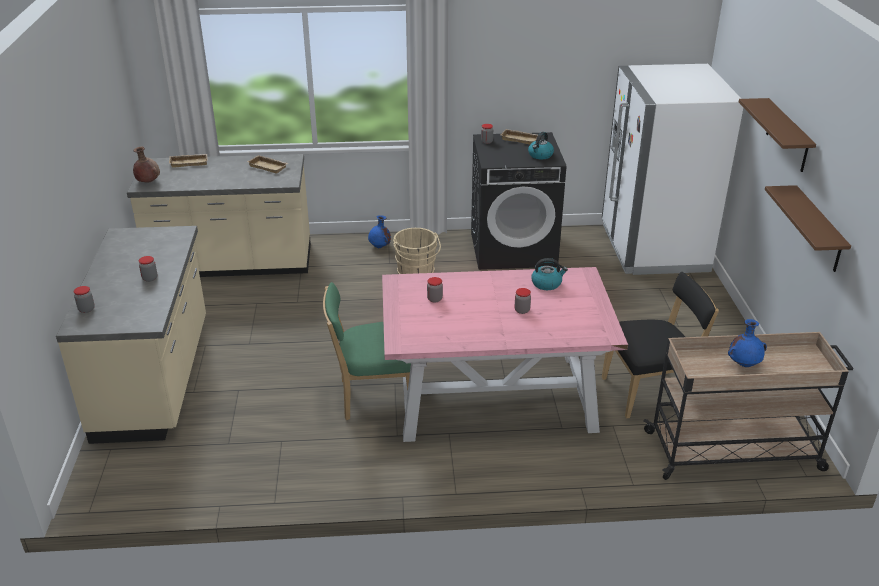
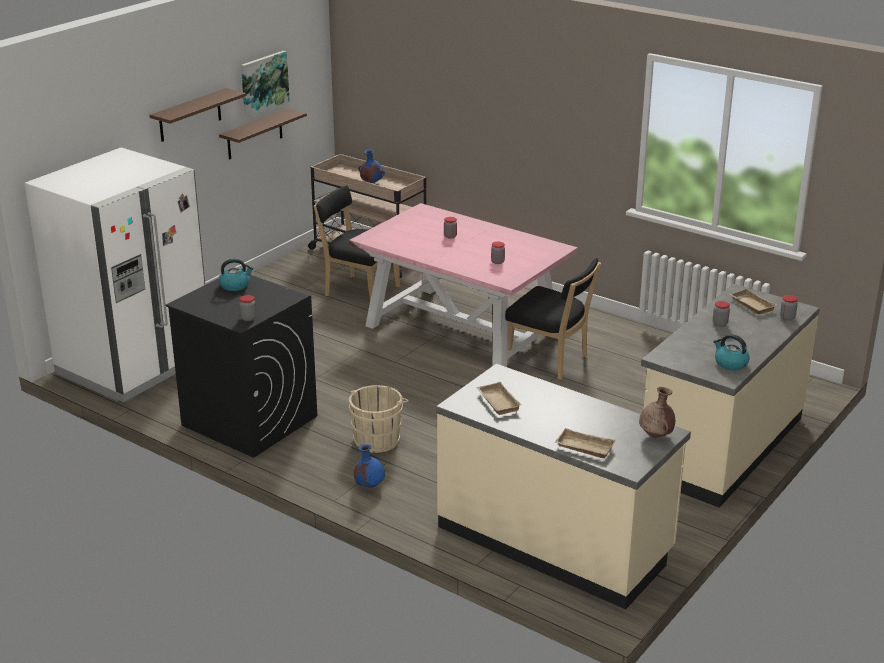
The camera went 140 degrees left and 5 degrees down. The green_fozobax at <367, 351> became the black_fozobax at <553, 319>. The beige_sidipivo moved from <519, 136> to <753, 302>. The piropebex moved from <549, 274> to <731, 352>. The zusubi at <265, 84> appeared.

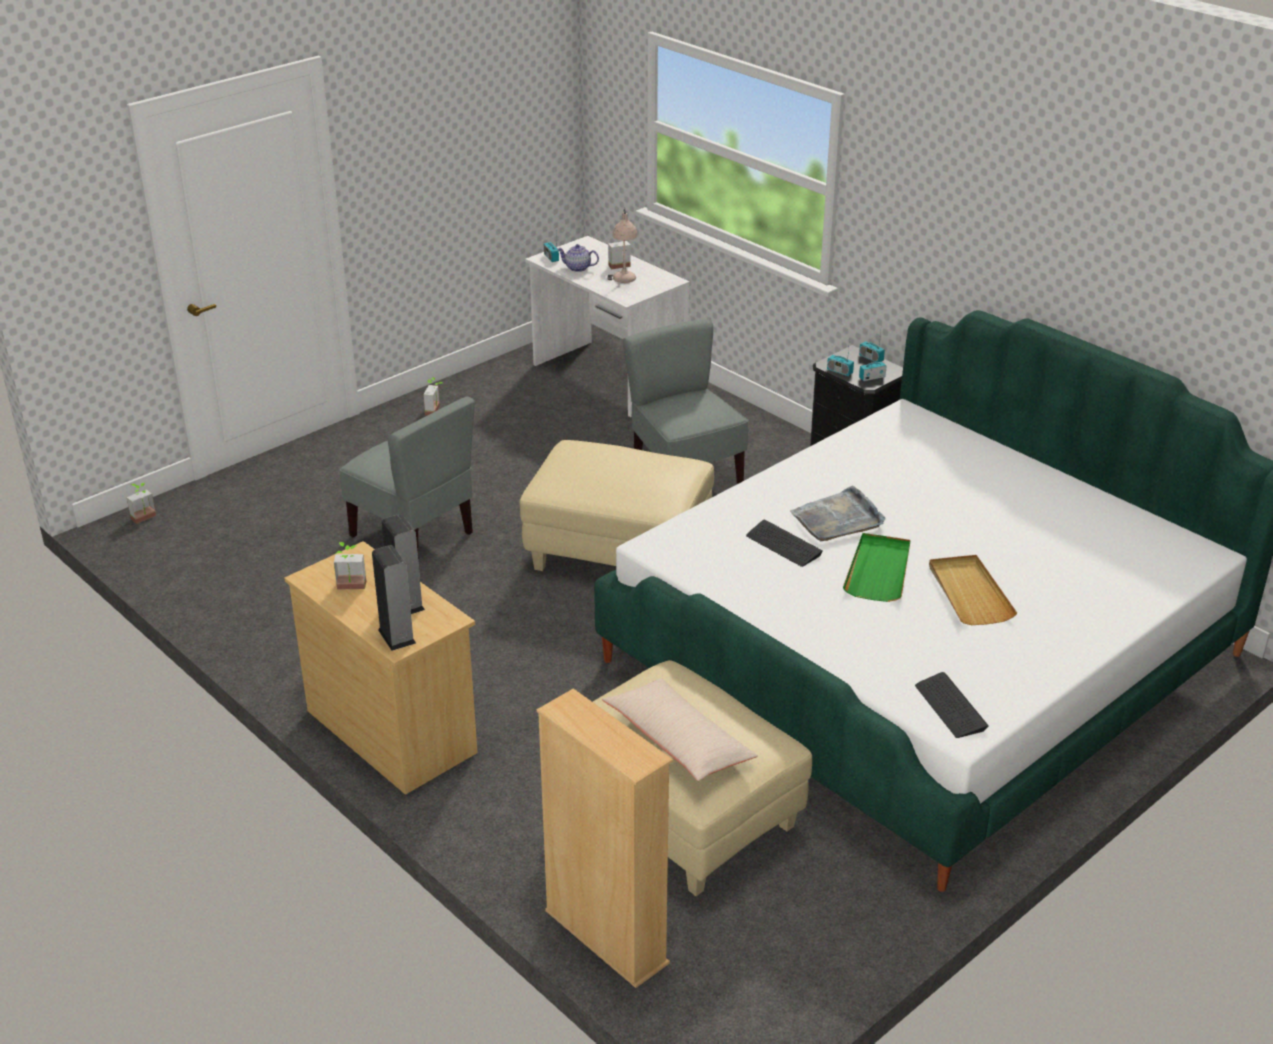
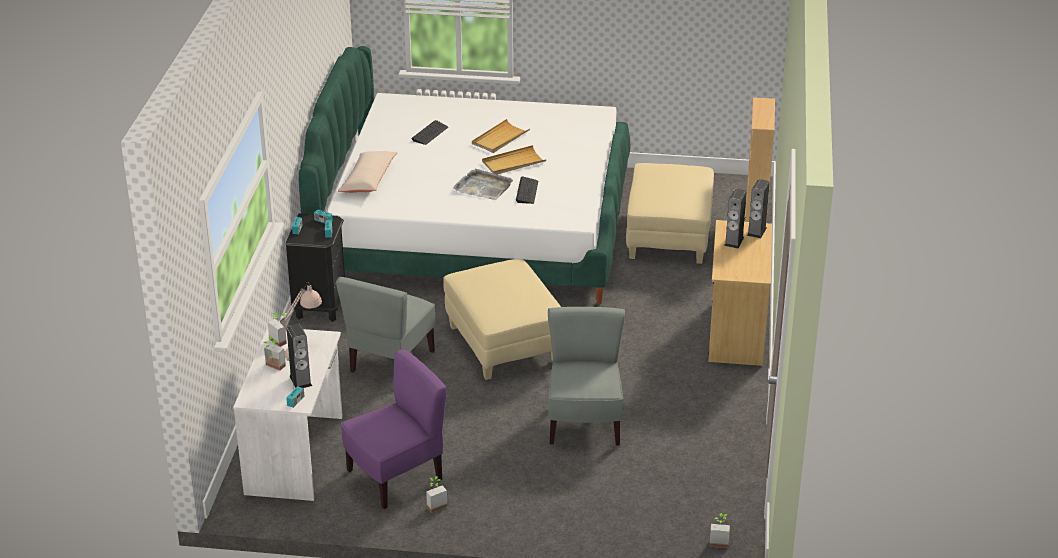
The camera went 130 degrees left and 0 degrees up. The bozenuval moved from <350, 566> to <277, 330>. The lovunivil at <578, 258> was replaced by the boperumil at <299, 355>. The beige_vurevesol moved from <680, 729> to <368, 172>. The green_sidipivo at <876, 567> became the beige_sidipivo at <514, 160>. The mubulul moved from <952, 705> to <429, 132>. The purple_fozobax at <394, 429> appeared.

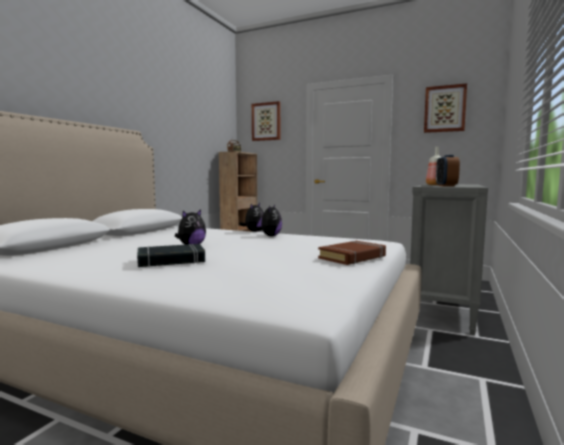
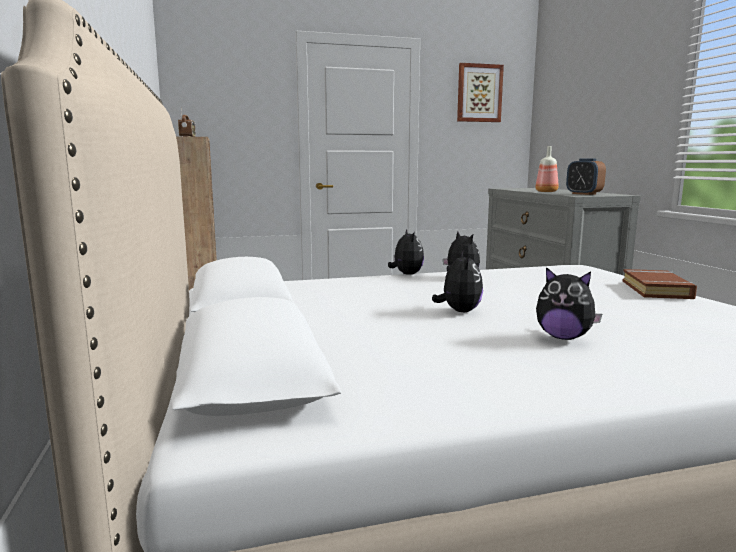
The camera went 40 degrees left and 5 degrees up. The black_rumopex at <171, 255> was replaced by the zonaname at <569, 303>. The zusubi at <266, 121> disappeared.

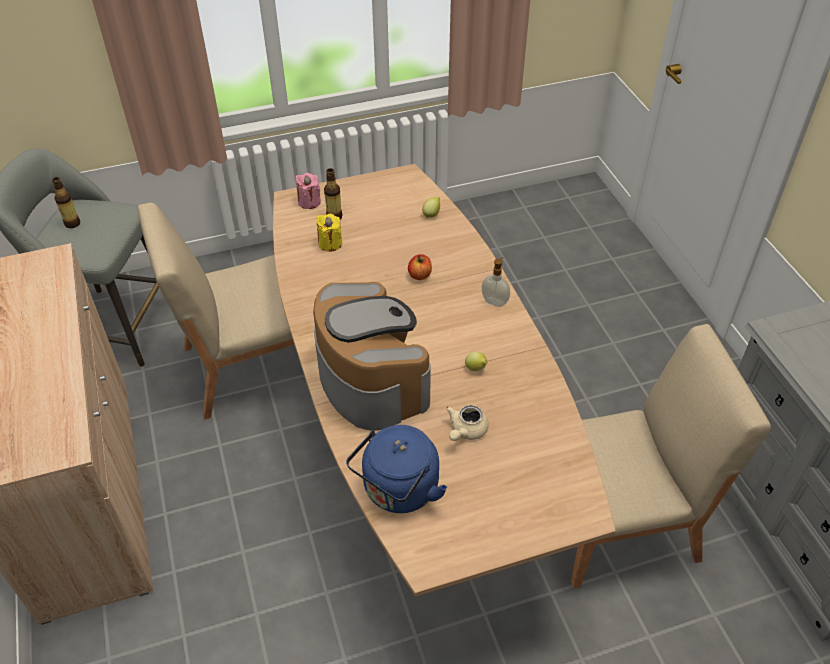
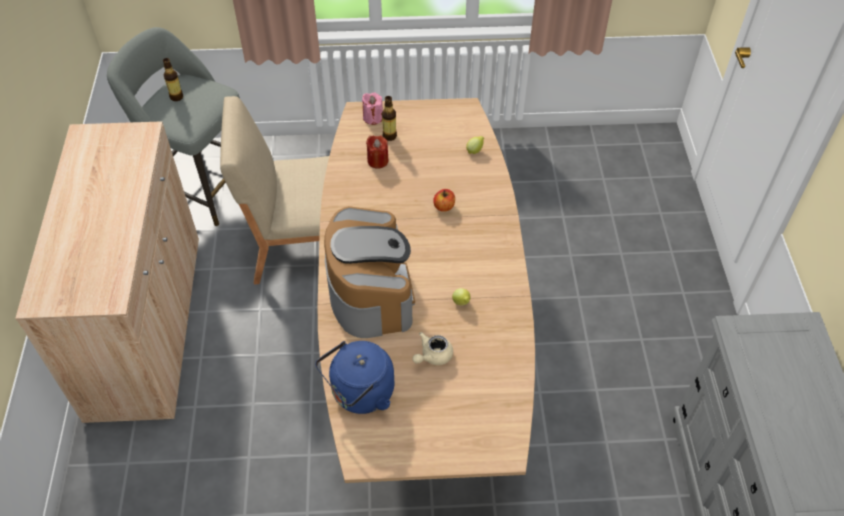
The camera went 15 degrees right and 5 degrees up. The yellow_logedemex at <329, 233> became the red_logedemex at <377, 152>. The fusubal at <495, 282> disappeared. The beige_fozobax at <671, 456> disappeared.

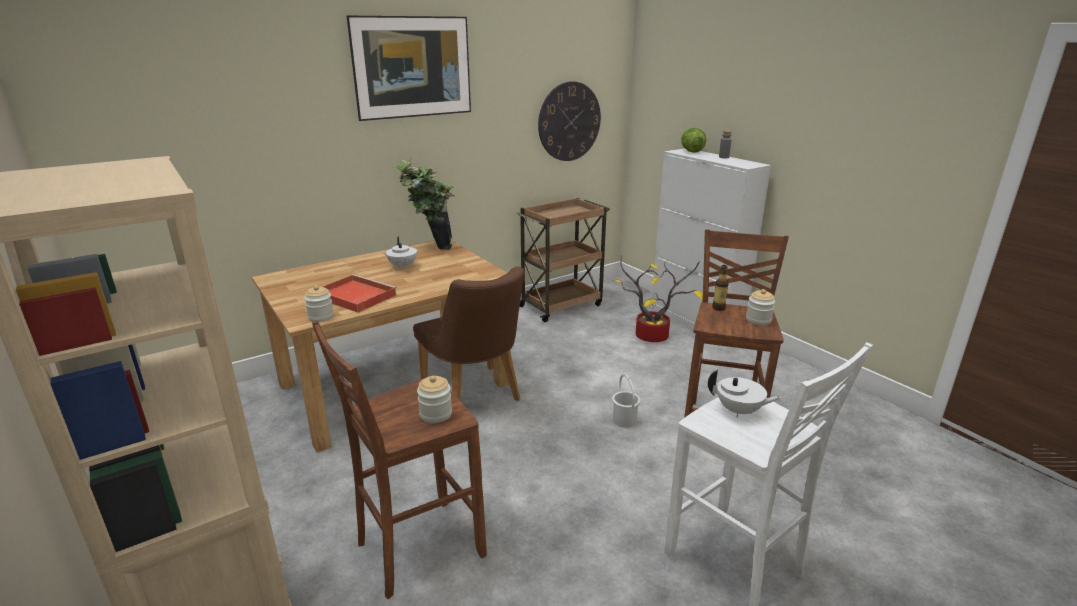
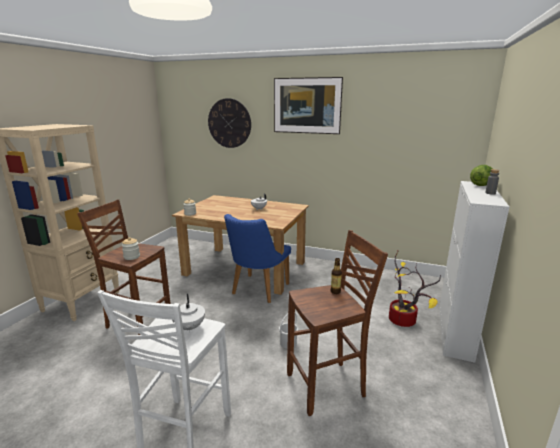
The camera went 55 degrees right and 5 degrees down. The red_sidipivo at <360, 293> disappeared. The bozenuval at <424, 203> disappeared. The brown_fozobax at <468, 333> became the blue_fozobax at <257, 258>. The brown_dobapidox at <563, 260> disappeared. The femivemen moved from <569, 121> to <229, 123>. The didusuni at <760, 307> disappeared.

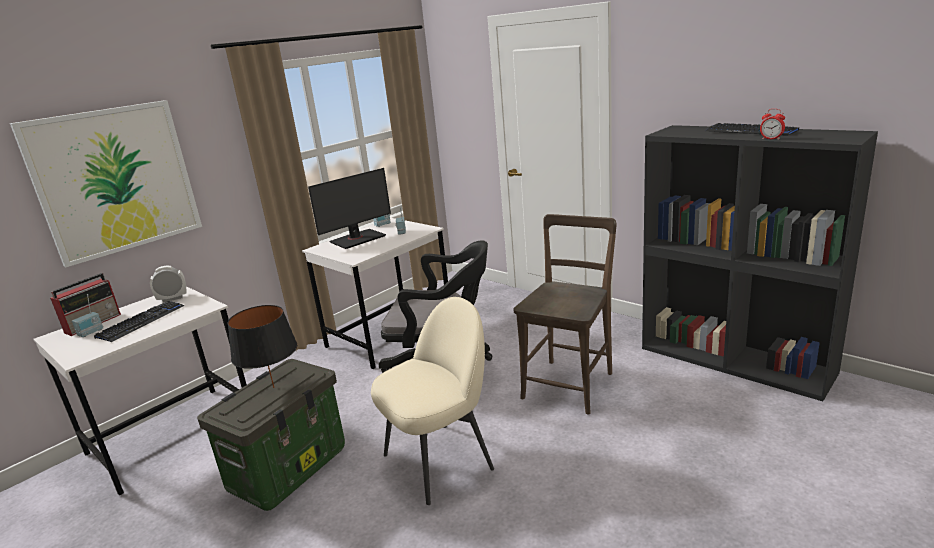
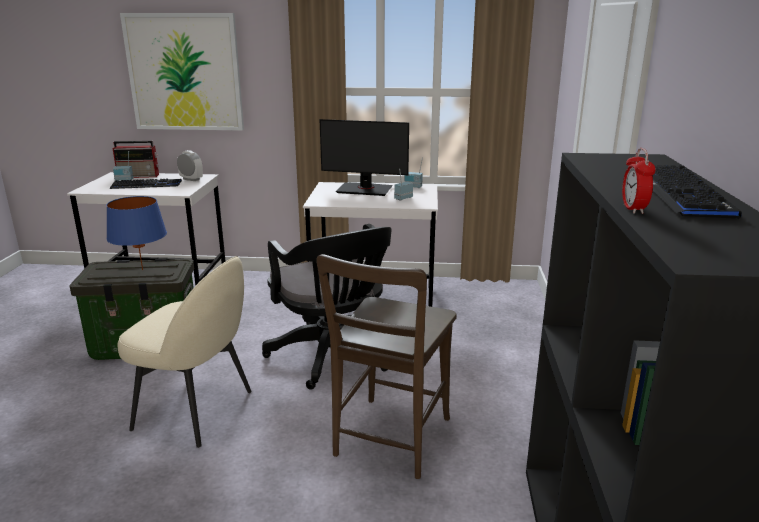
The camera went 50 degrees right and 0 degrees up. The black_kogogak at <262, 346> became the blue_kogogak at <136, 233>. The brown_fozobax at <565, 314> turned 120 degrees clockwise.

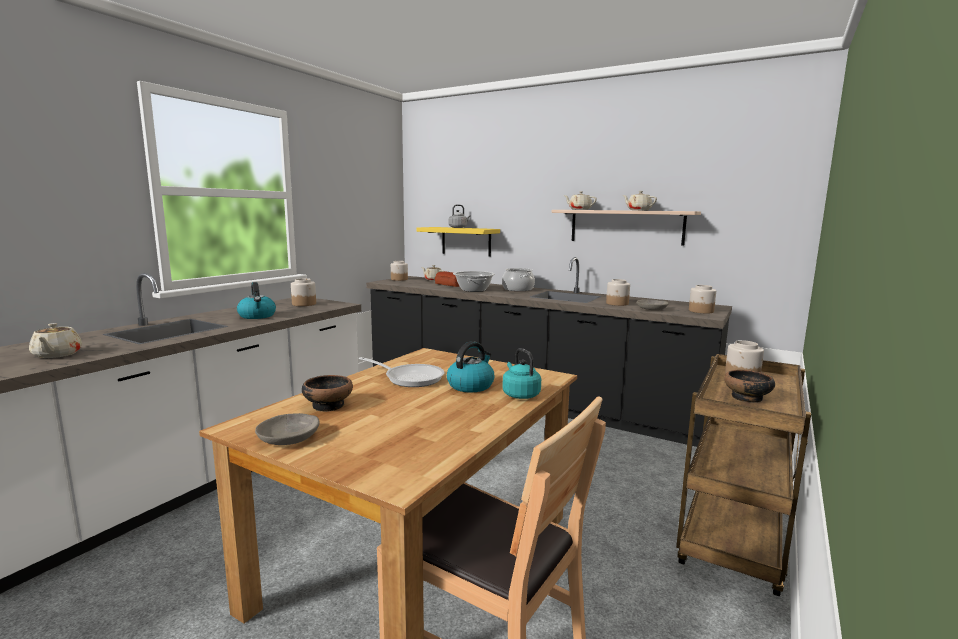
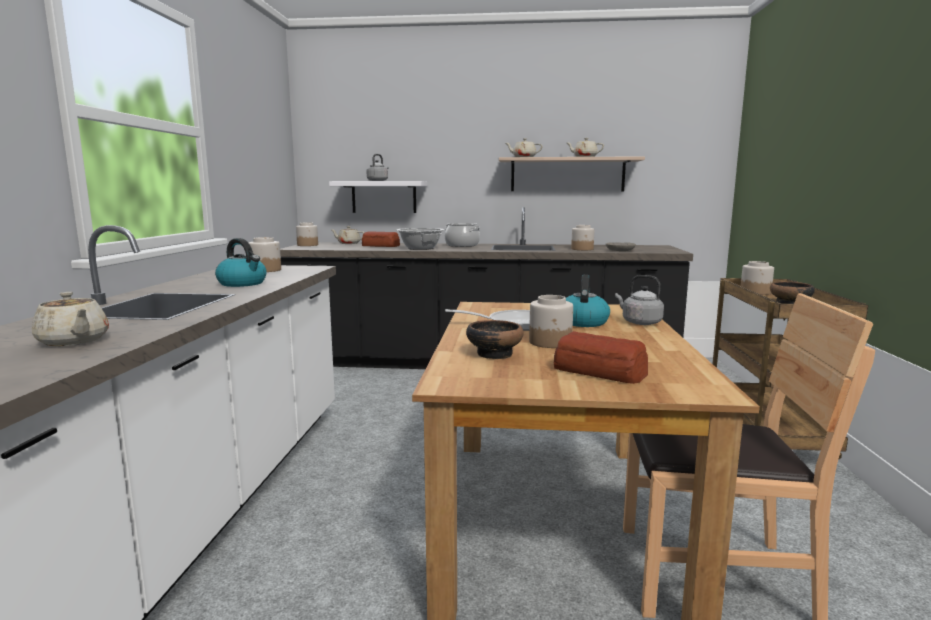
The camera went 25 degrees left and 0 degrees up. The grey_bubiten at <287, 429> disappeared. The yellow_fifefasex at <458, 242> became the white_fifefasex at <378, 197>. The turquoise_piropebex at <521, 373> became the grey_piropebex at <639, 300>. The didusuni moved from <702, 299> to <551, 321>. The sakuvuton at <601, 357> appeared.

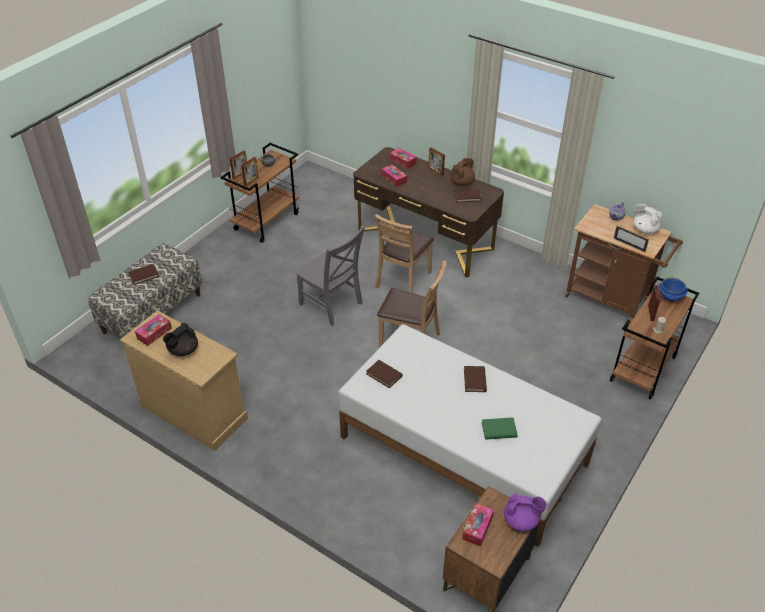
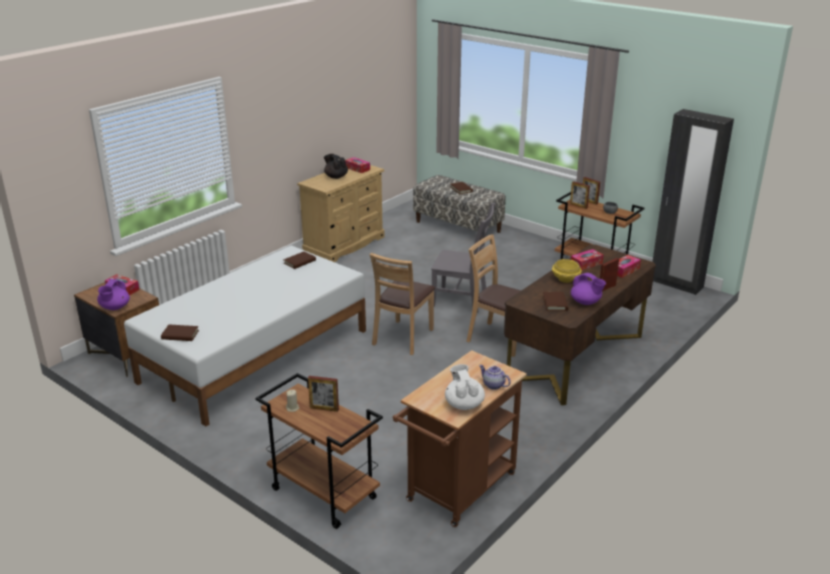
The camera went 95 degrees right and 15 degrees down. The grey_fozobax at <330, 276> turned 120 degrees counterclockwise. The brown_lovunivil at <462, 172> became the purple_lovunivil at <588, 289>. The brown_rumopex moved from <475, 379> to <180, 332>. The green_rumopex at <500, 428> disappeared. The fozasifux at <631, 238> disappeared. The white_lovunivil at <648, 219> turned 60 degrees counterclockwise. The blue_bubiten at <673, 289> disappeared. The yellow_bubiten at <567, 271> appeared. The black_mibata at <693, 202> appeared.

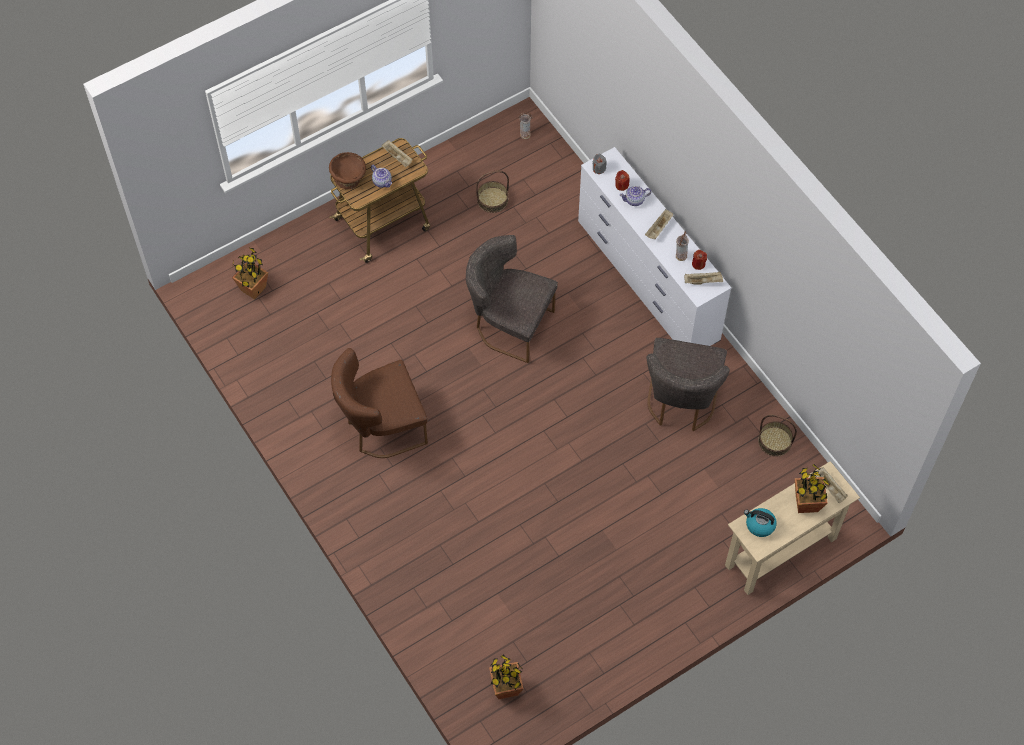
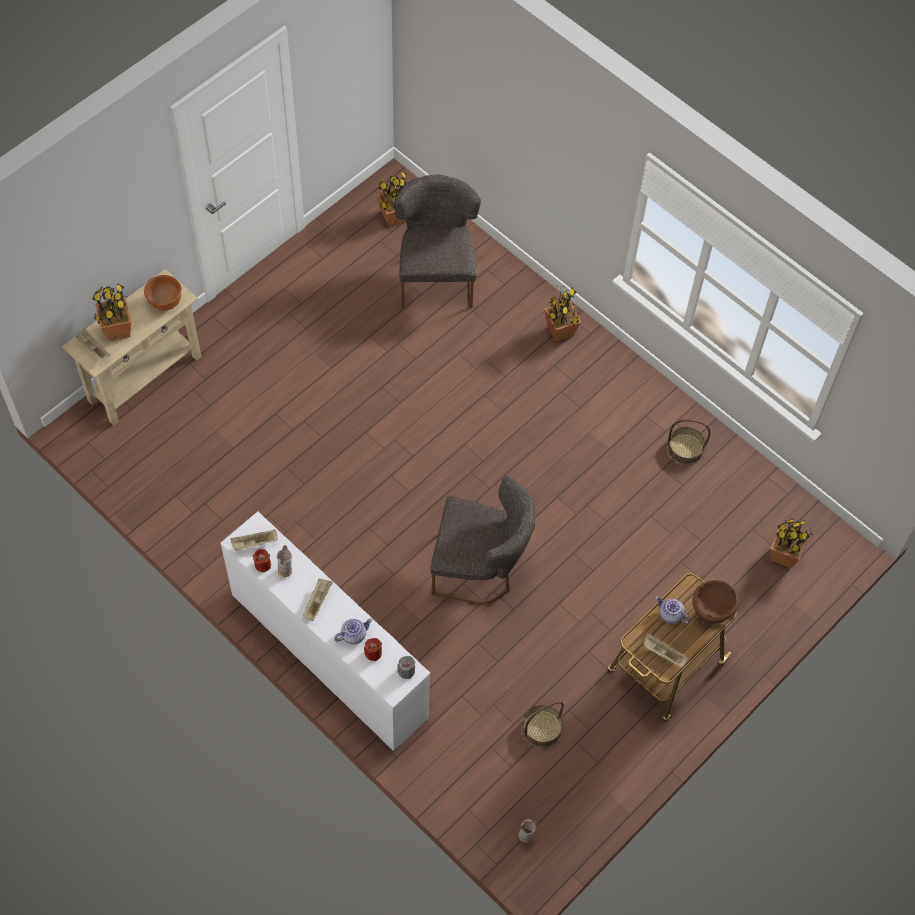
The camera went 165 degrees right and 0 degrees up. The brown_fozobax at <379, 403> disappeared. The grey_fozobax moved from <688, 384> to <437, 241>. The piropebex at <760, 522> was replaced by the brown_bubiten at <163, 293>. The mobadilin moved from <777, 436> to <689, 442>. The bozenuval at <562, 314> appeared.

